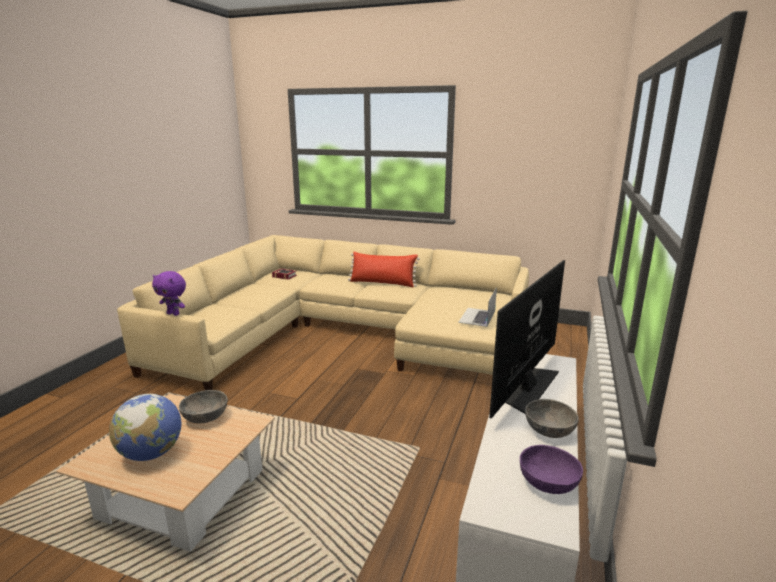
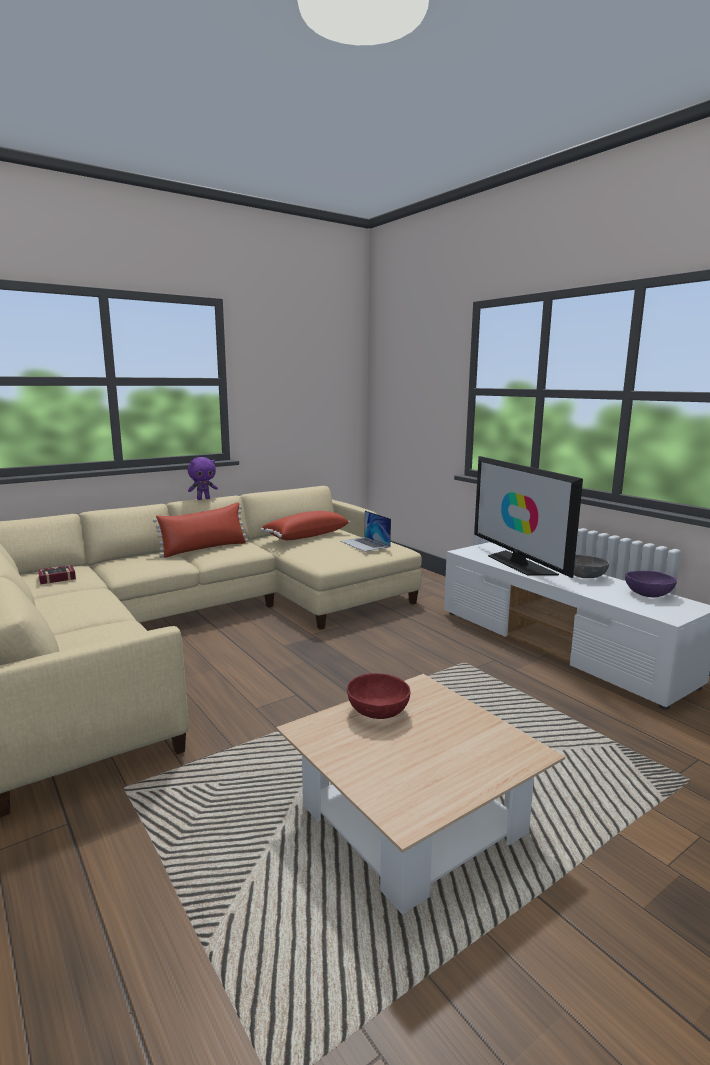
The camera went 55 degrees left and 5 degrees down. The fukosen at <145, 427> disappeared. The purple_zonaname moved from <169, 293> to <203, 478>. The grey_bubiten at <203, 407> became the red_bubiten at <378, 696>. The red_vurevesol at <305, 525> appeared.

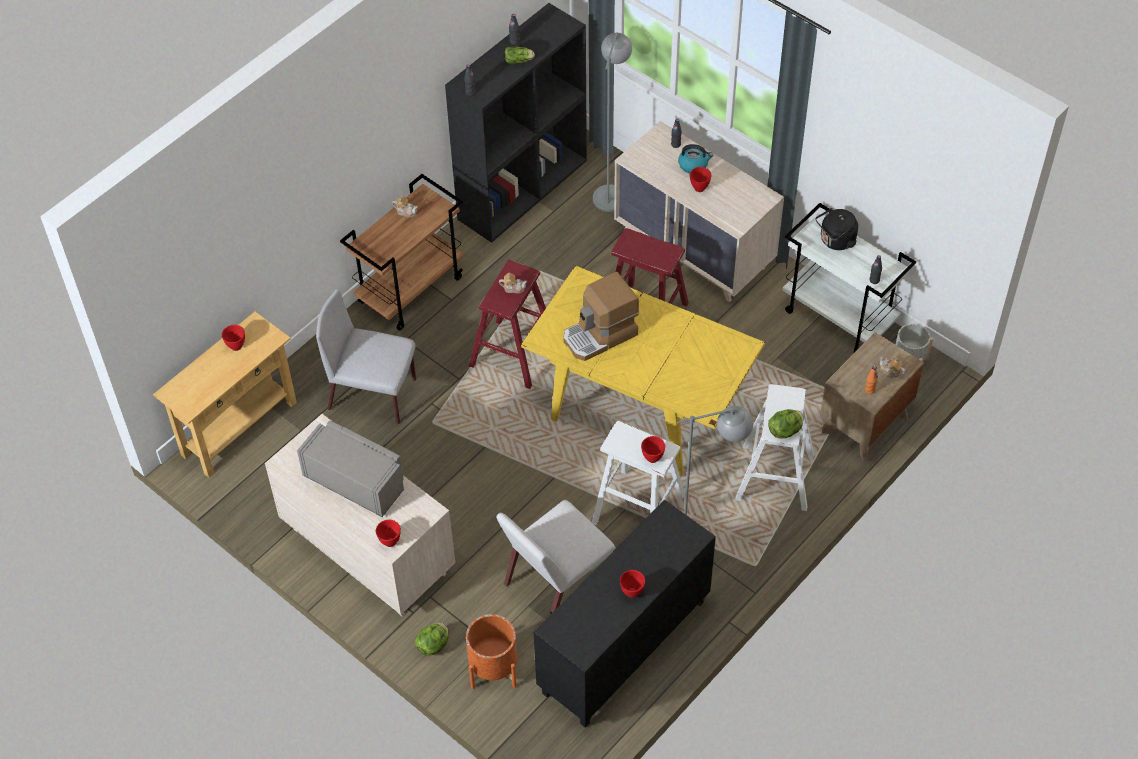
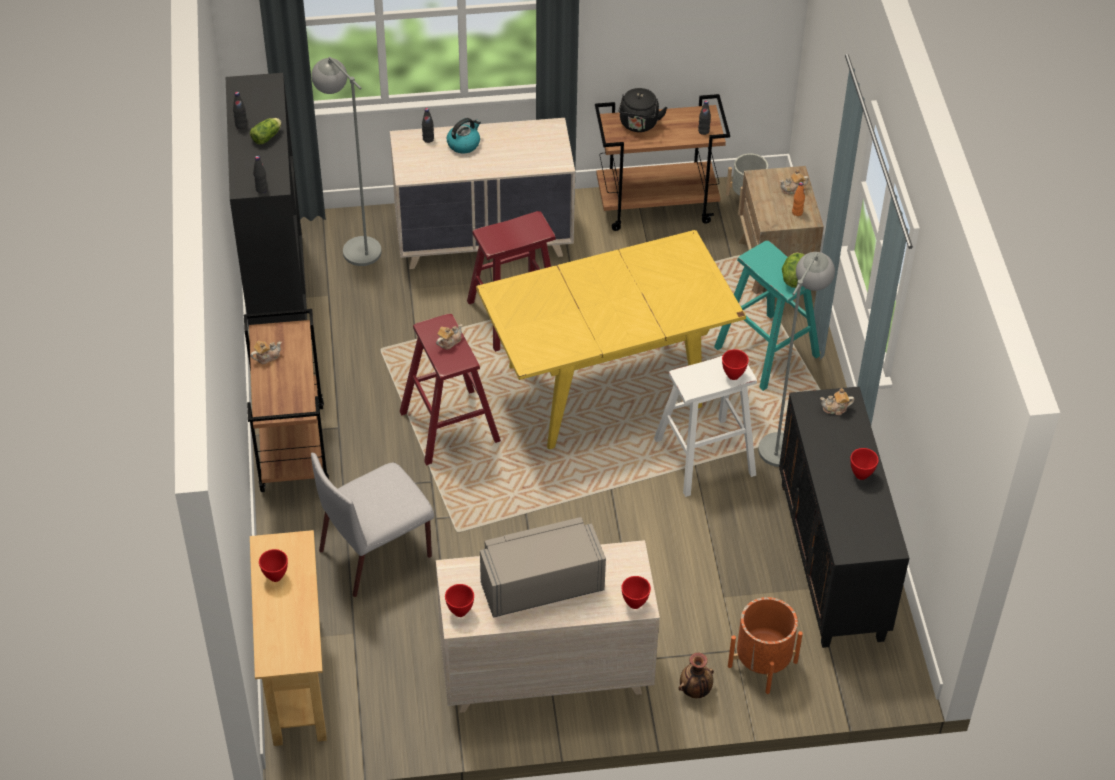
The camera went 50 degrees left and 5 degrees down. The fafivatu at <432, 639> was replaced by the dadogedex at <696, 675>. The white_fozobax at <556, 557> disappeared. The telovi at <601, 316> disappeared. The red_bubiten moved from <700, 179> to <459, 600>. The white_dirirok at <774, 447> became the turquoise_dirirok at <767, 316>. The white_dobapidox at <849, 278> became the brown_dobapidox at <662, 162>. The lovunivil at <837, 401> appeared.

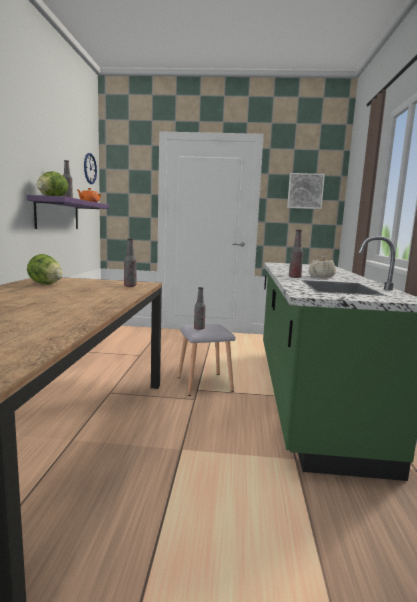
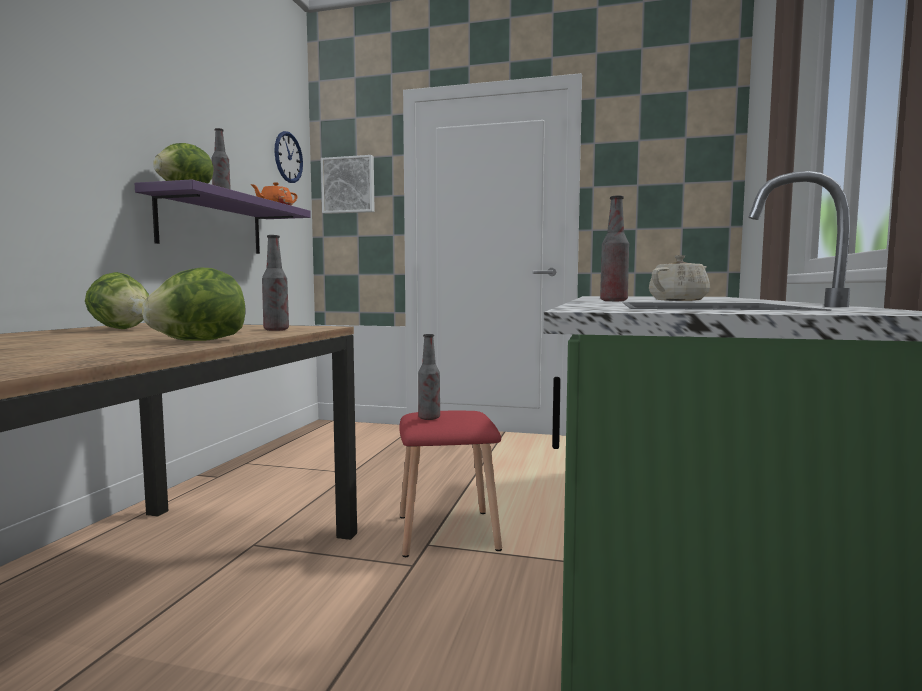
The camera went 10 degrees right and 5 degrees down. The grey_dirirok at <207, 360> became the red_dirirok at <451, 483>. The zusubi moved from <306, 191> to <348, 184>. The fafivatu at <193, 304> appeared.

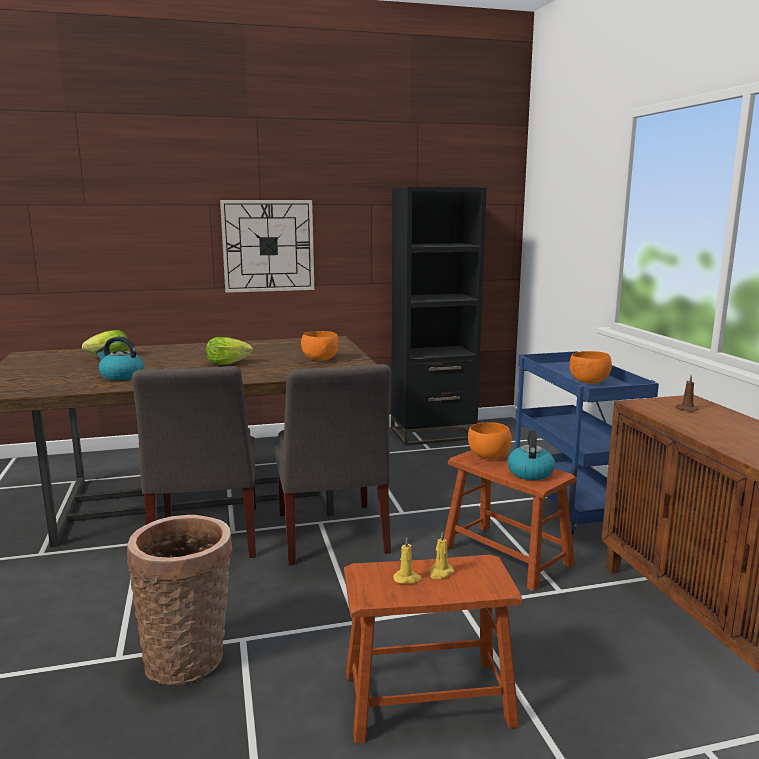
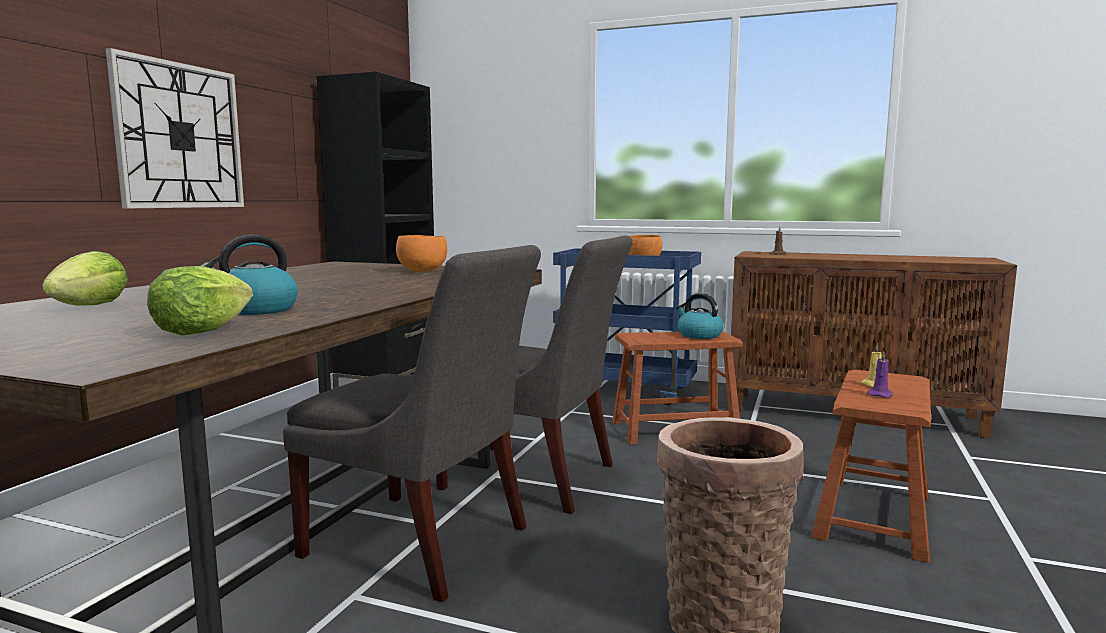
The camera went 55 degrees left and 5 degrees down. The fafivatu moved from <229, 351> to <200, 301>. The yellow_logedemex at <407, 560> became the purple_logedemex at <880, 374>. The orange_bubiten at <490, 440> disappeared.

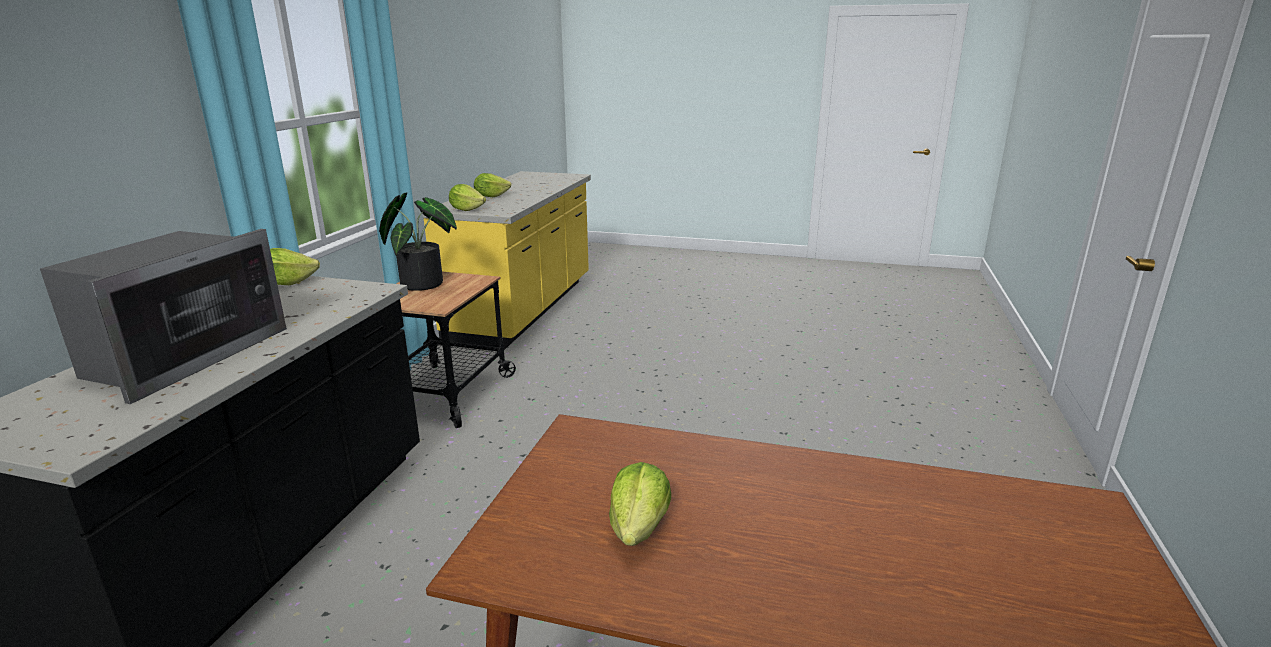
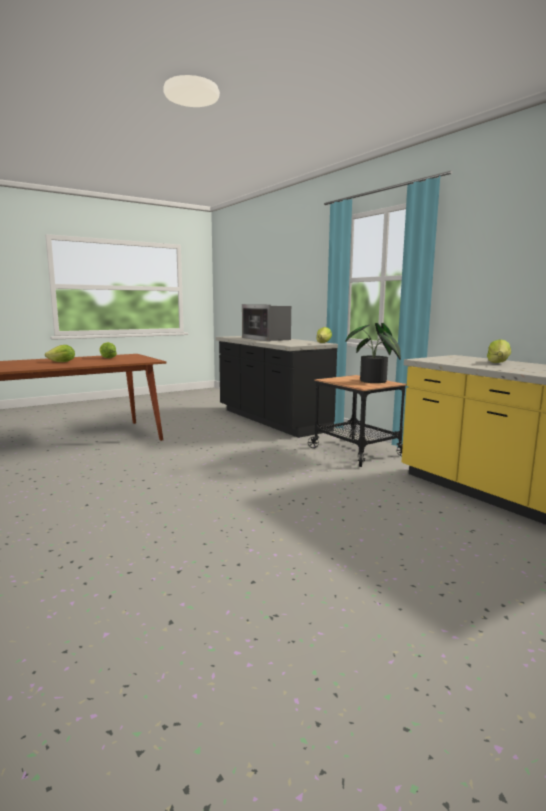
The camera went 130 degrees right and 10 degrees down. The fafivatu moved from <467, 197> to <60, 353>.

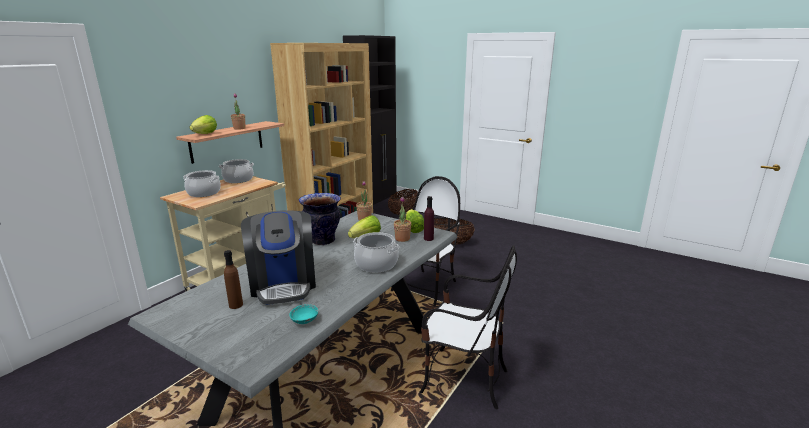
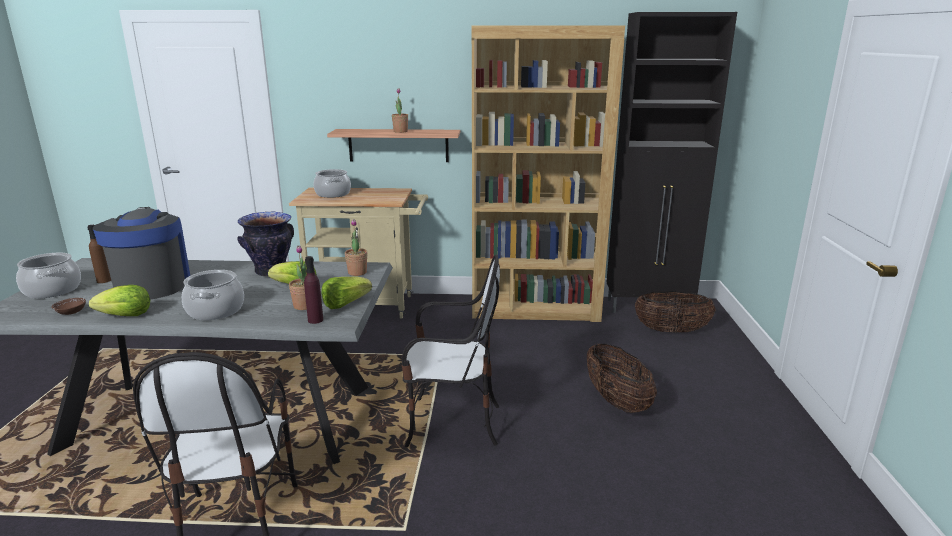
The camera went 60 degrees right and 0 degrees up. The fafivatu moved from <203, 124> to <119, 300>. The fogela moved from <236, 171> to <48, 275>. The telovi at <278, 257> turned 120 degrees clockwise. The turquoise_bubiten at <303, 314> became the brown_bubiten at <69, 306>.

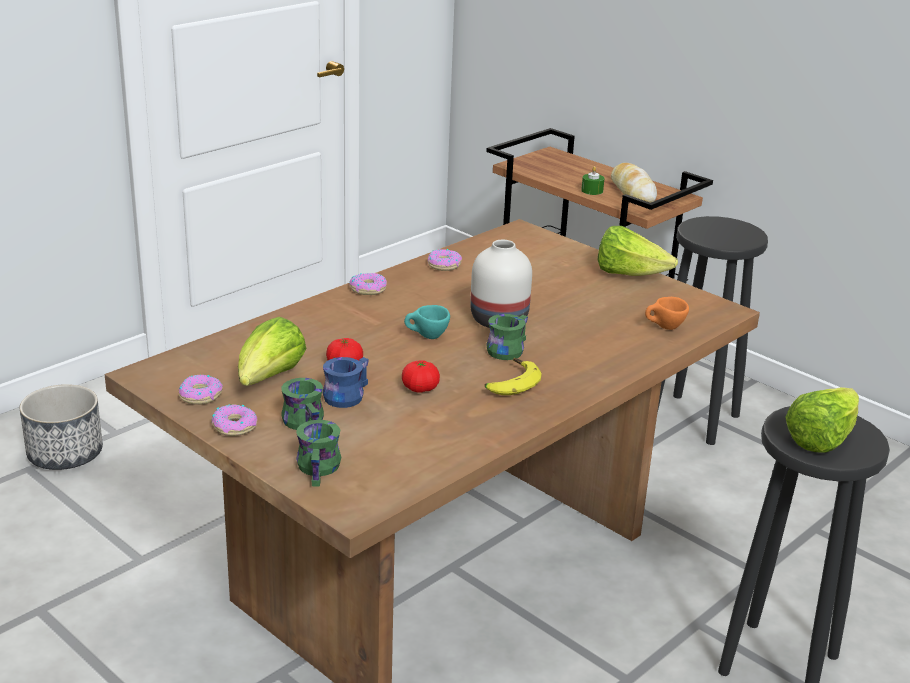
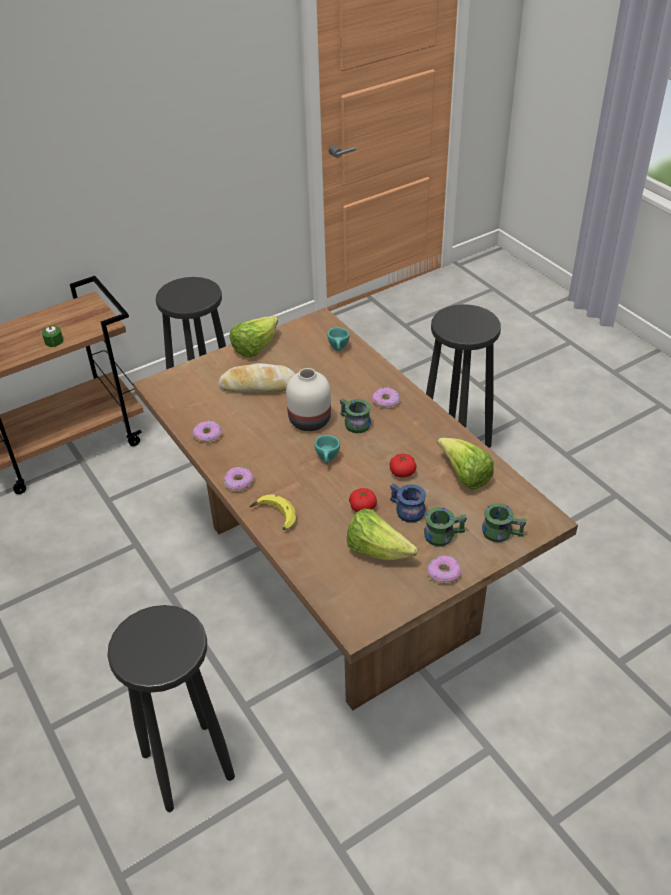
The camera went 75 degrees left and 15 degrees up. The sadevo at <61, 427> disappeared. The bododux moved from <201, 390> to <386, 398>. The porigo moved from <513, 376> to <272, 512>. The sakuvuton moved from <634, 183> to <257, 377>. The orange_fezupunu at <667, 313> became the turquoise_fezupunu at <338, 339>. The fafivatu moved from <822, 420> to <465, 464>. The black_dirirok at <171, 708> appeared.

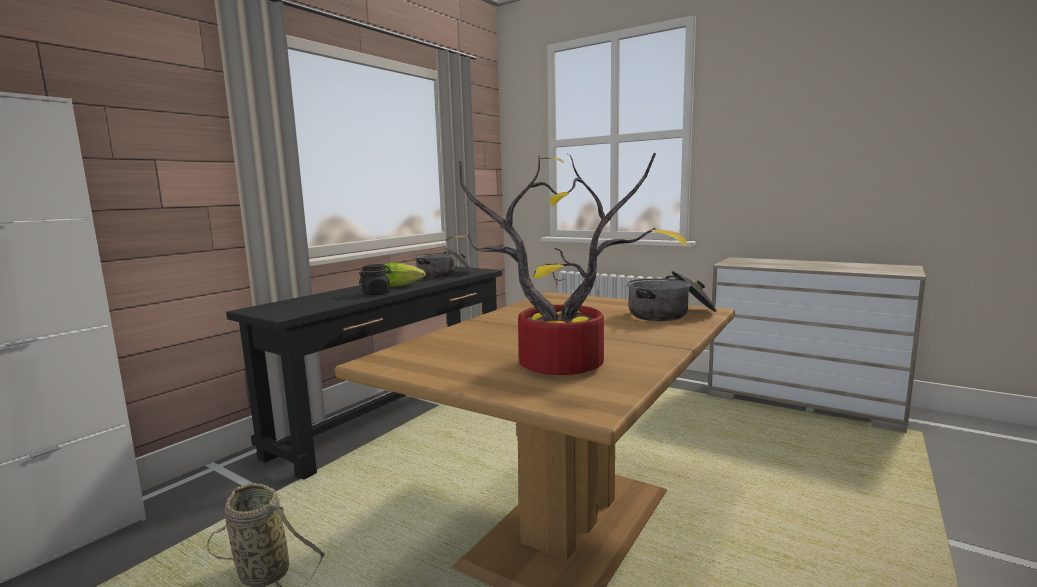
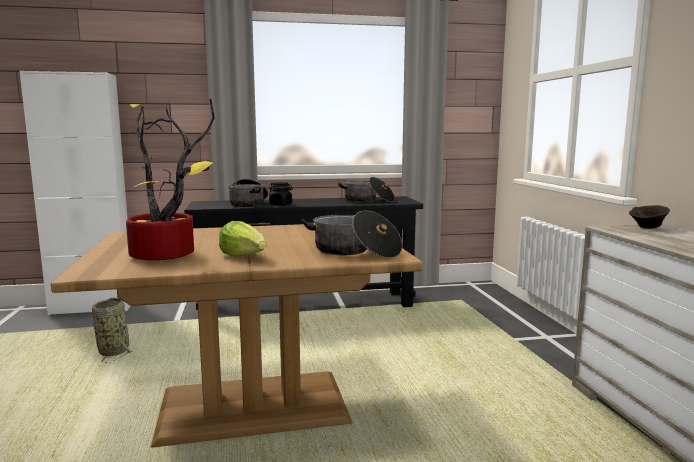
The camera went 45 degrees right and 0 degrees up. The fafivatu moved from <404, 274> to <242, 239>. The fogela at <248, 193> appeared. The brown_bubiten at <649, 217> appeared.

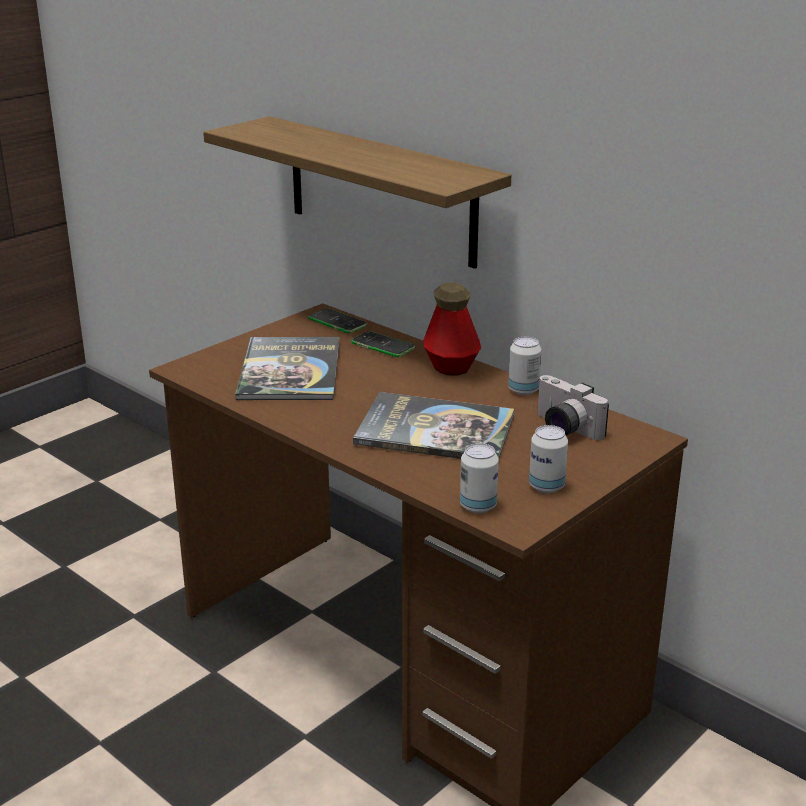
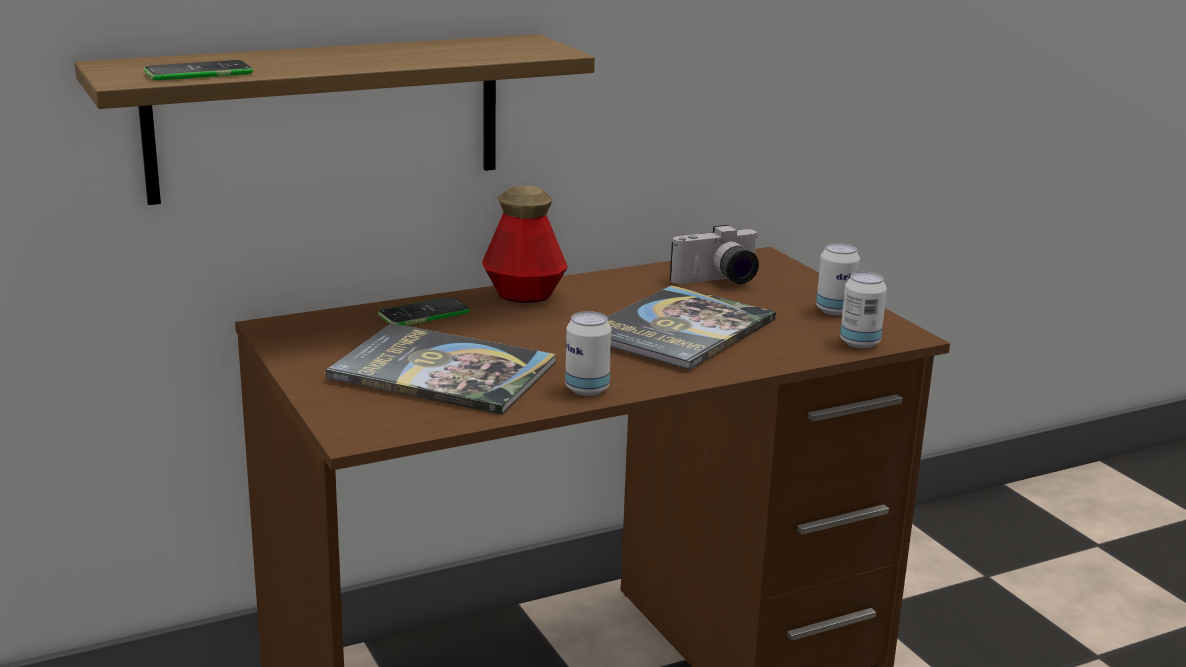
The camera went 70 degrees left and 5 degrees down. The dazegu moved from <338, 321> to <198, 70>. The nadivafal moved from <524, 366> to <588, 353>.

